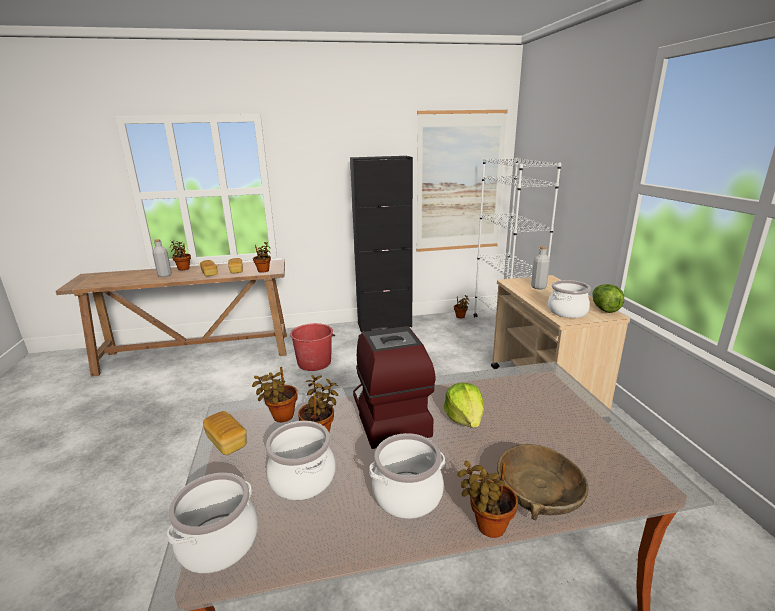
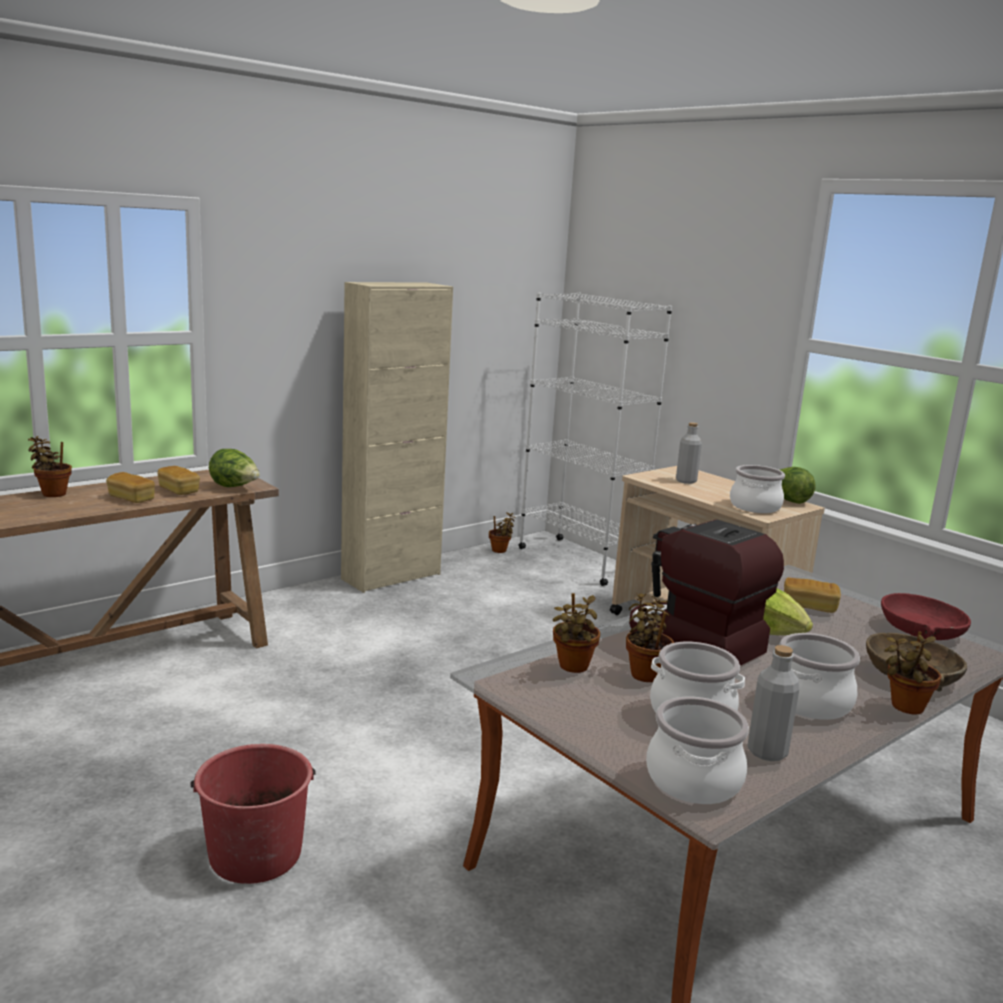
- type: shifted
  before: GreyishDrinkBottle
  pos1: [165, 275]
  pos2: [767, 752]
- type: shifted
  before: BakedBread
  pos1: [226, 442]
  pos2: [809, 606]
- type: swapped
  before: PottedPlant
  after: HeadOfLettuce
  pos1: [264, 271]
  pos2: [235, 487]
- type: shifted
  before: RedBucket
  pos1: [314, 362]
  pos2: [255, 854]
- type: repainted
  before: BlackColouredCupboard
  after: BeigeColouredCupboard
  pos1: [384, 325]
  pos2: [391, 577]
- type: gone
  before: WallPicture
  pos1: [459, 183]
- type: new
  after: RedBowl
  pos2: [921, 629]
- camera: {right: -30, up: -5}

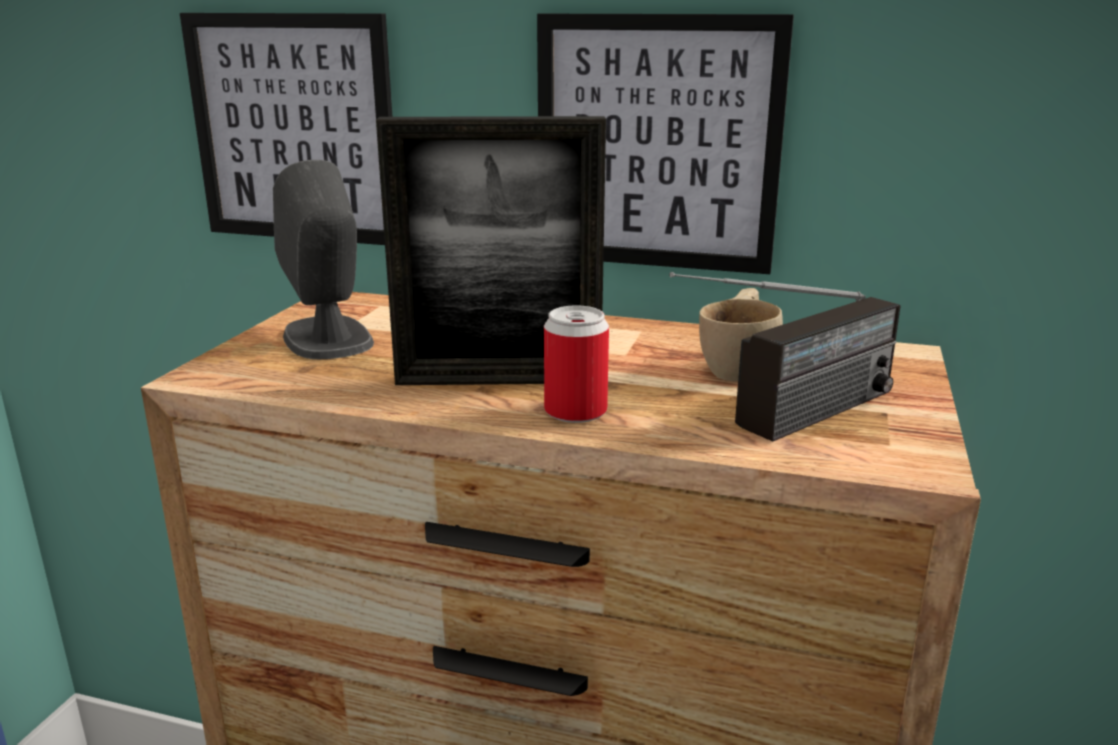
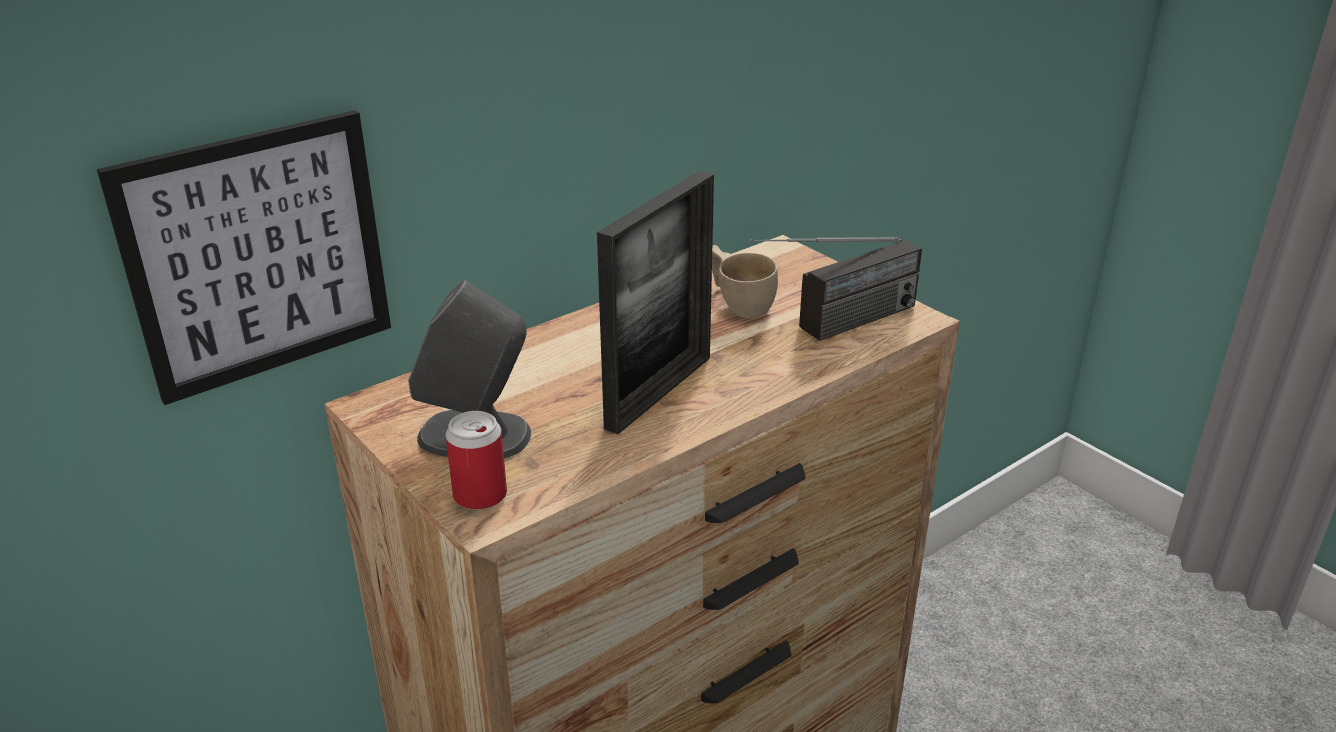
- type: gone
  before: WallPicture
  pos1: [657, 144]
- type: shifted
  before: Can
  pos1: [575, 412]
  pos2: [480, 495]
- type: rotated
  before: RadioReceiver
  pos1: [786, 423]
  pos2: [833, 328]
  turn: 60
- camera: {right: -55, up: 10}

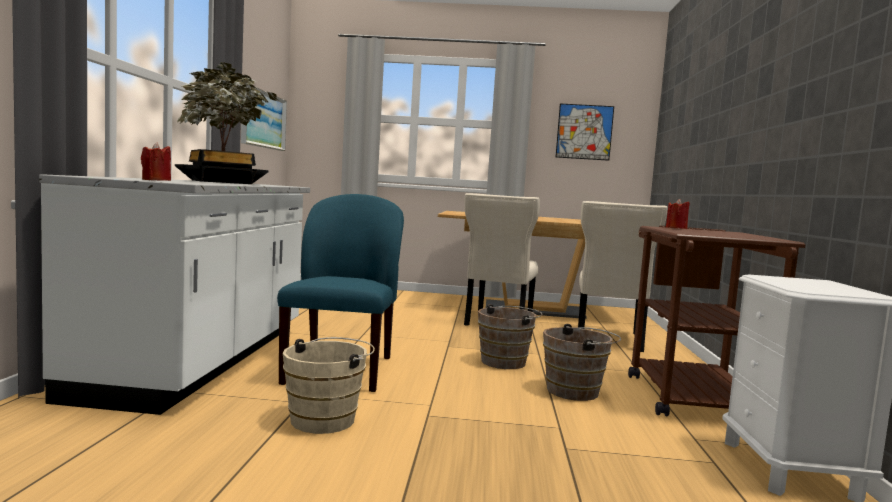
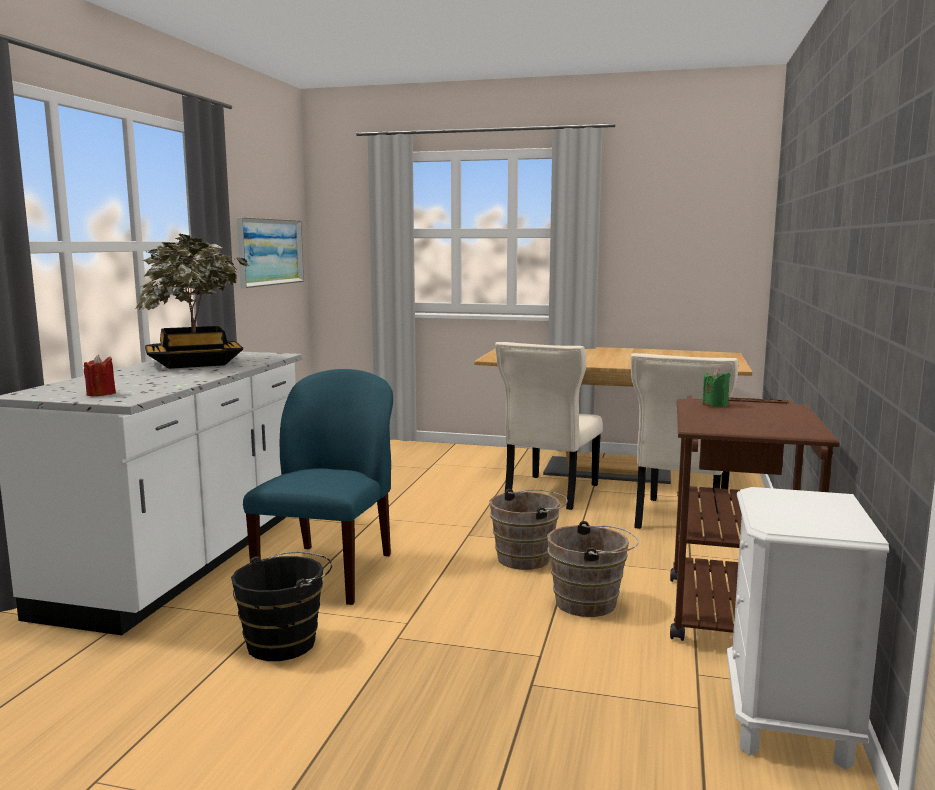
- type: repainted
  before: BeigeColouredBucket
  after: BlackColouredBucket
  pos1: [327, 419]
  pos2: [287, 642]
- type: gone
  before: WallPicture
  pos1: [584, 132]
- type: repainted
  before: RedWaxLight
  after: GreenishWaxLight
  pos1: [676, 228]
  pos2: [715, 405]
- camera: {right: 10, up: 5}

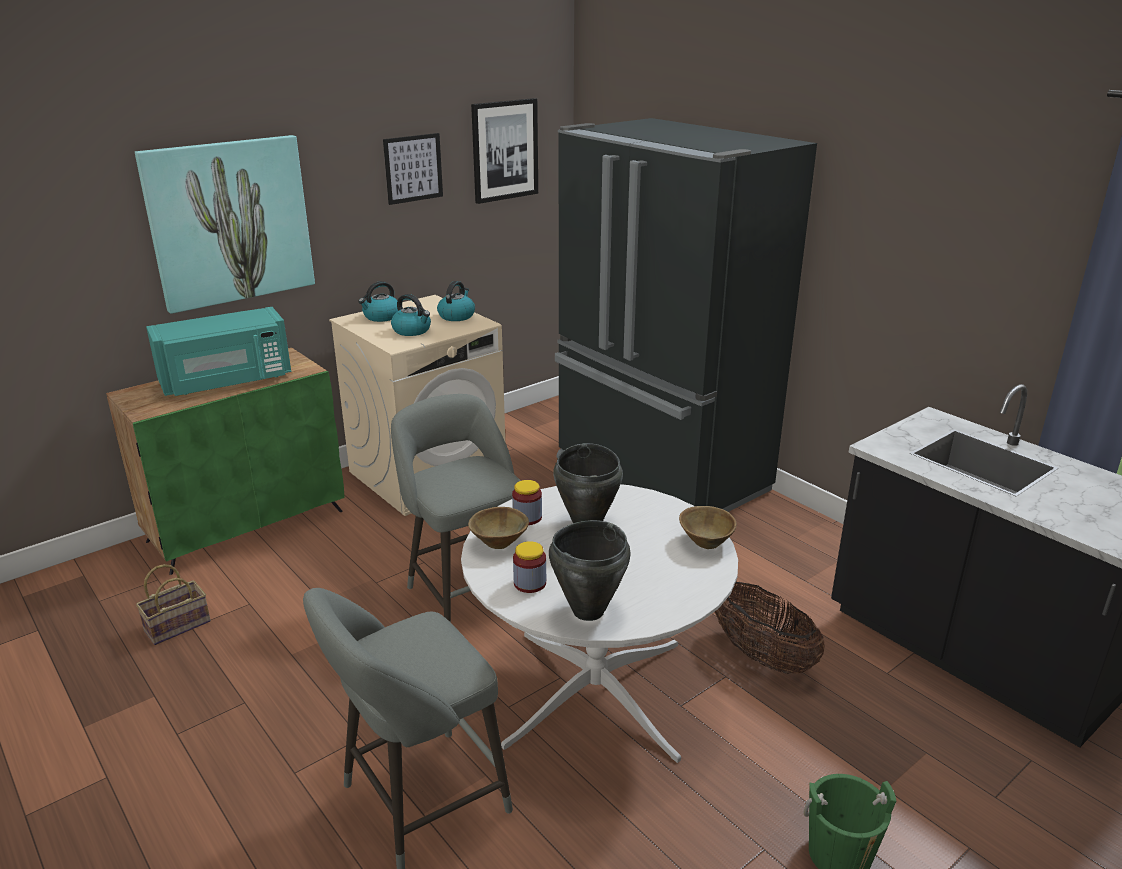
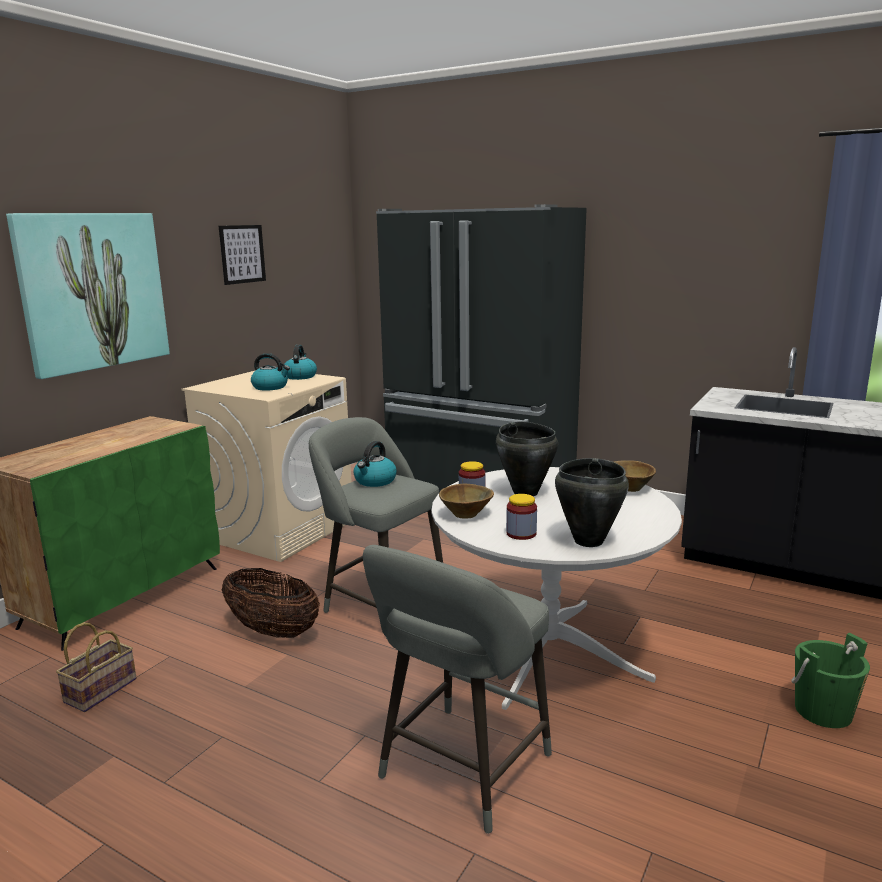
- type: gone
  before: TurquoiseColouredMicrowaveOven
  pos1: [227, 381]
- type: shifted
  before: TeaKettle
  pos1: [381, 317]
  pos2: [375, 481]
- type: gone
  before: WallPicture
  pos1: [504, 150]
- type: shifted
  before: StorageBasket
  pos1: [762, 656]
  pos2: [272, 631]
- camera: {right: -20, up: -10}

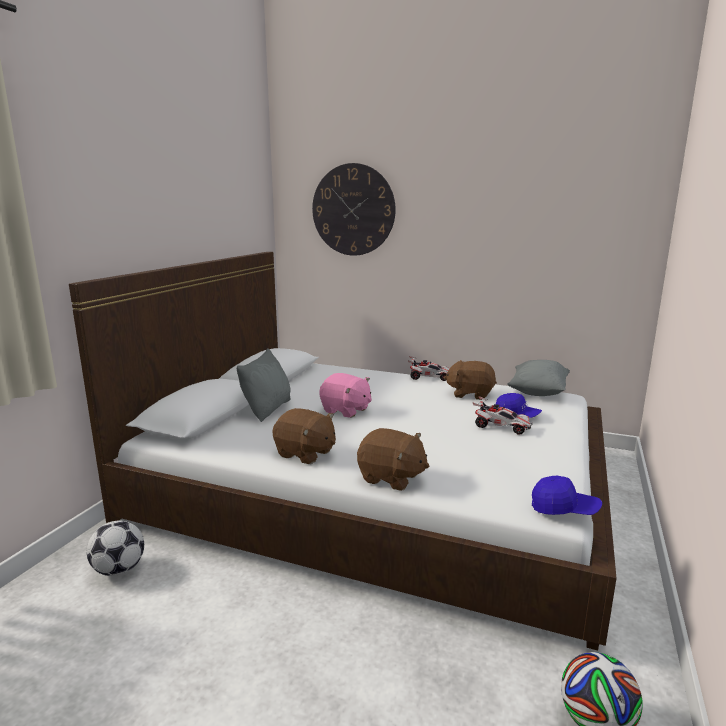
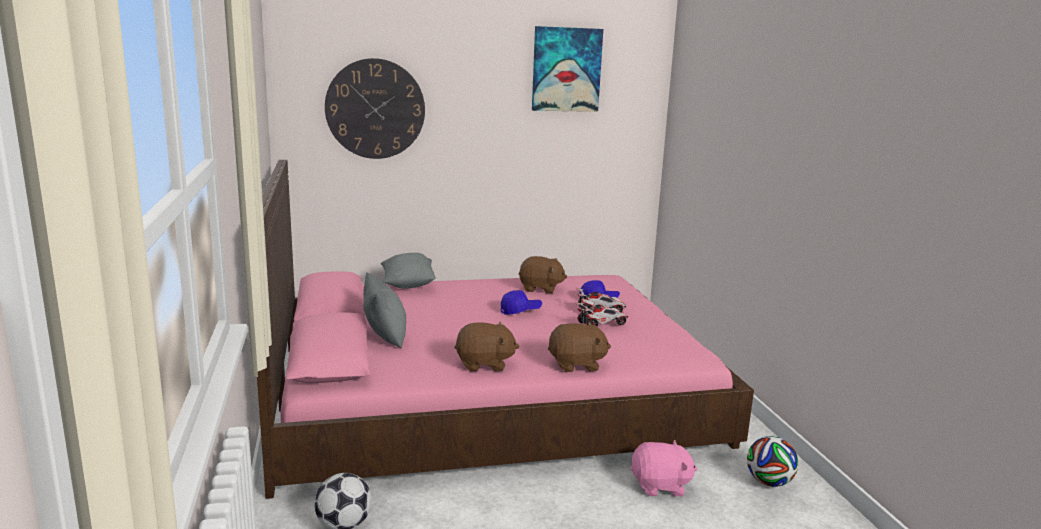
- type: repainted
  before: WhiteColouredBedroomBed
  after: PinkColouredBedroomBed
  pos1: [376, 487]
  pos2: [488, 393]
- type: shifted
  before: PinkColouredCuddlyToy
  pos1: [346, 410]
  pos2: [660, 486]
- type: shifted
  before: MiniatureCar
  pos1: [429, 377]
  pos2: [601, 324]
- type: rotated
  before: BrownCuddlyToy
  pos1: [470, 394]
  pos2: [540, 288]
  turn: -150
- type: shifted
  before: GreyishPillow
  pos1: [537, 392]
  pos2: [408, 285]
- type: shifted
  before: BlueColouredCap
  pos1: [564, 509]
  pos2: [520, 311]
- type: new
  after: WallPicture
  pos2: [566, 69]
- camera: {right: -35, up: 0}

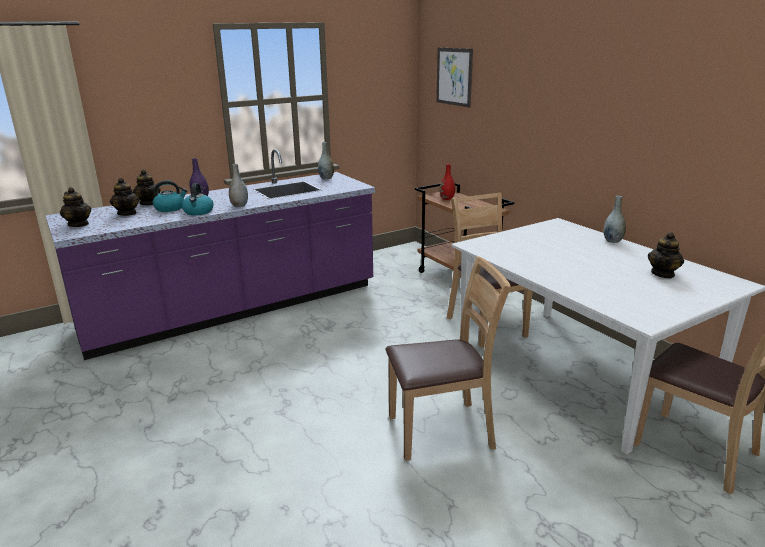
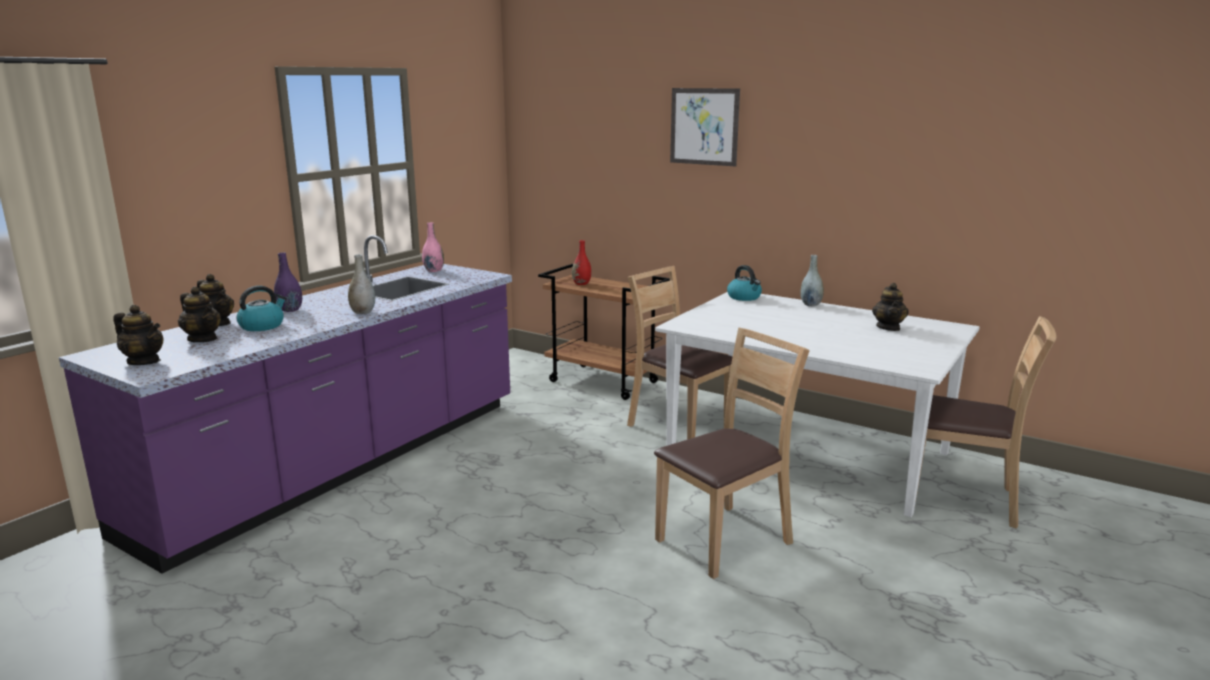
- type: shifted
  before: TeaKettle
  pos1: [198, 212]
  pos2: [744, 297]
- type: repainted
  before: GreyishFlowerVase
  after: PinkColouredFlowerVase
  pos1: [326, 178]
  pos2: [434, 270]
- type: shifted
  before: WallPicture
  pos1: [454, 76]
  pos2: [704, 126]
- camera: {right: -25, up: -5}

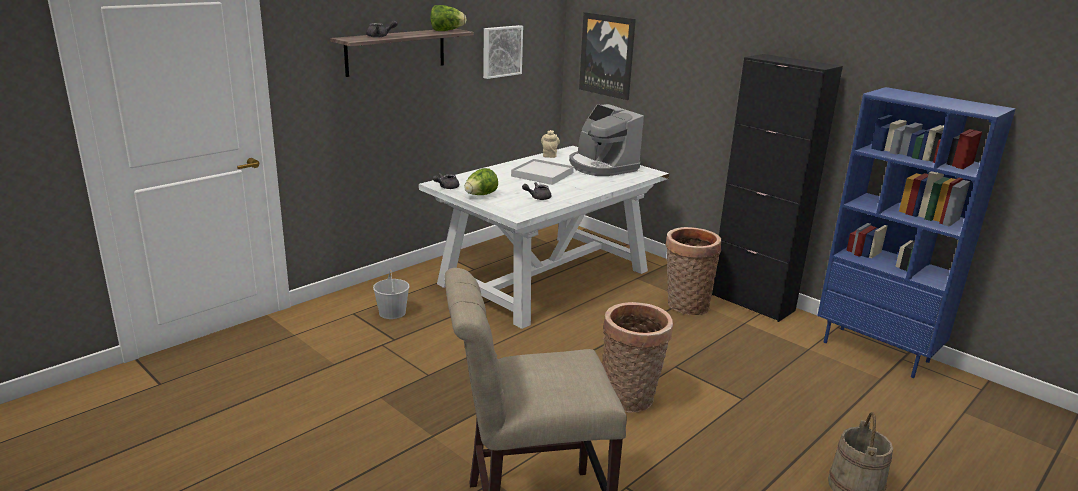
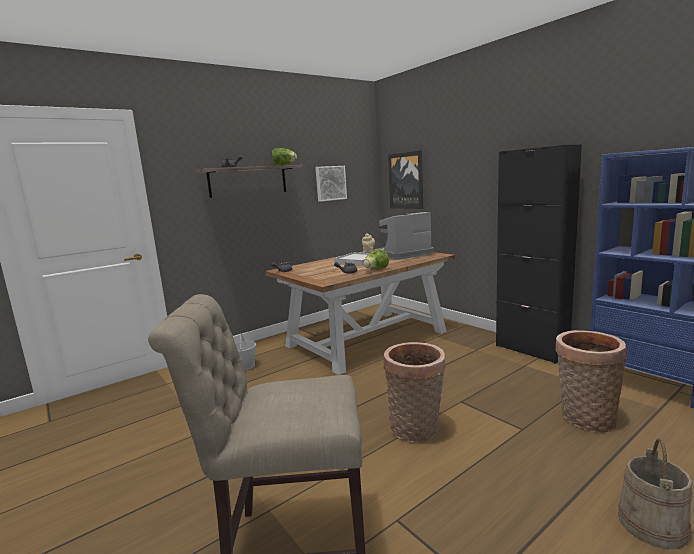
- type: repainted
  before: WhiteColouredDiningTable
  after: BrownDiningTable
  pos1: [544, 277]
  pos2: [366, 339]
- type: shifted
  before: HeadOfLettuce
  pos1: [480, 195]
  pos2: [376, 270]
- type: rotated
  before: CoffeeMachine
  pos1: [601, 166]
  pos2: [404, 254]
  turn: 90
- type: shifted
  before: StorageBasket
  pos1: [685, 305]
  pos2: [584, 418]
- camera: {right: 10, up: -10}

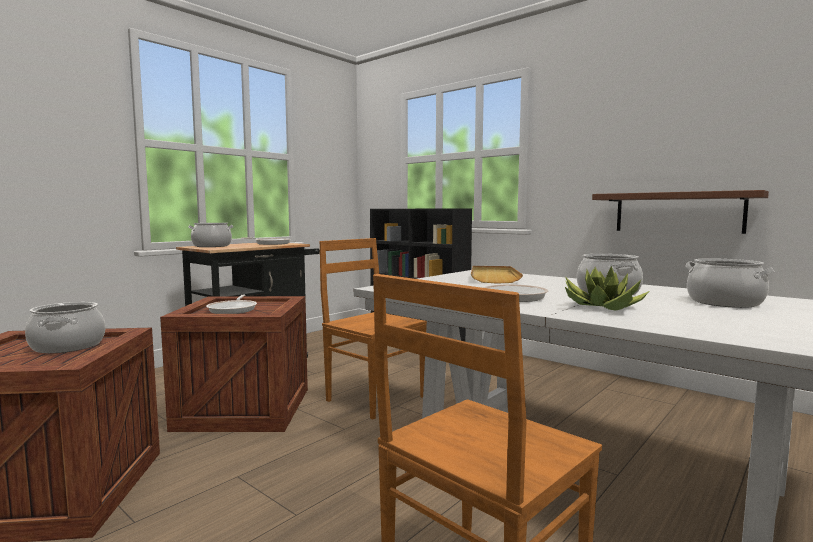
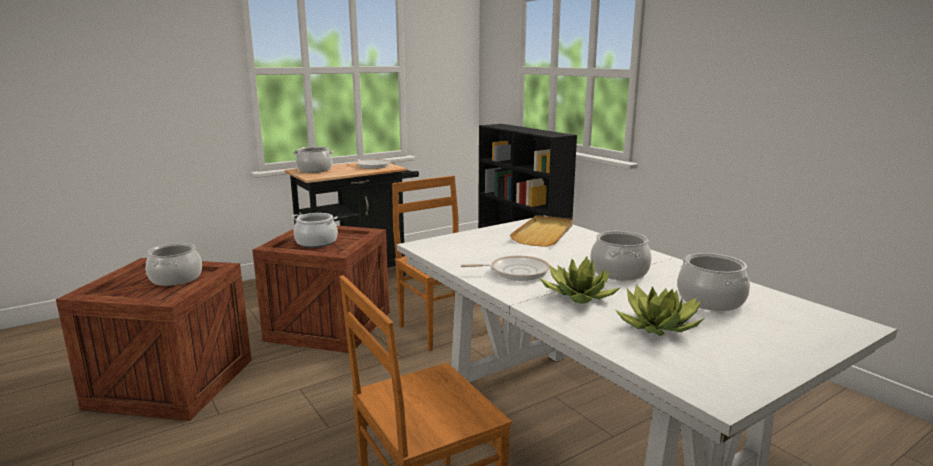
- type: swapped
  before: FryingPan
  after: Stockpot
  pos1: [233, 309]
  pos2: [316, 242]
- type: gone
  before: BrownShelf
  pos1: [677, 212]
- type: new
  after: PottedPlant
  pos2: [658, 326]
- camera: {right: 15, up: 10}

